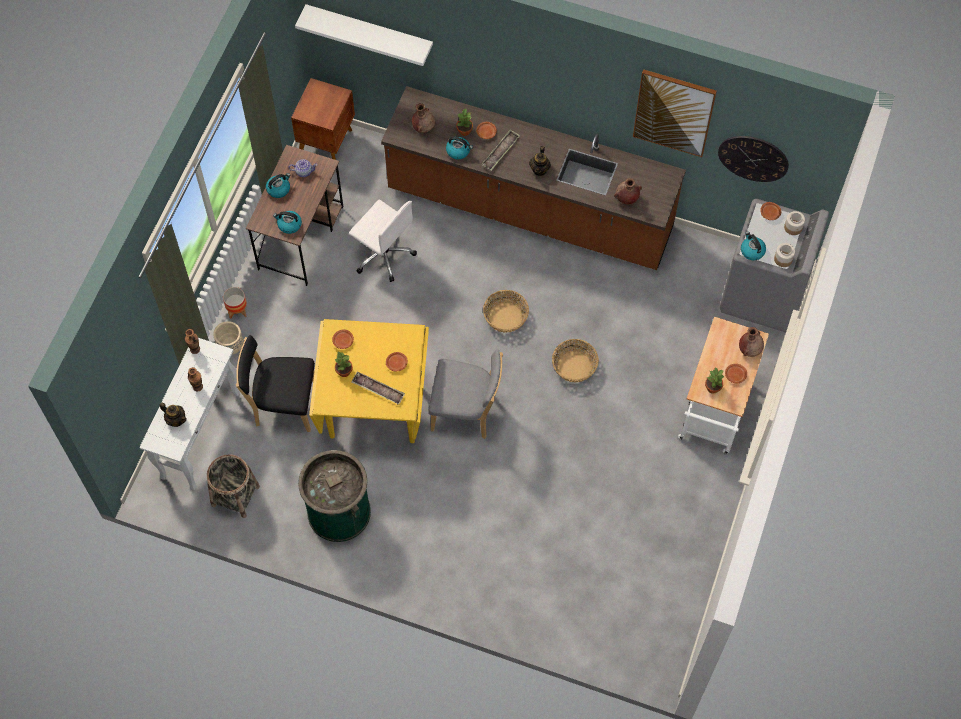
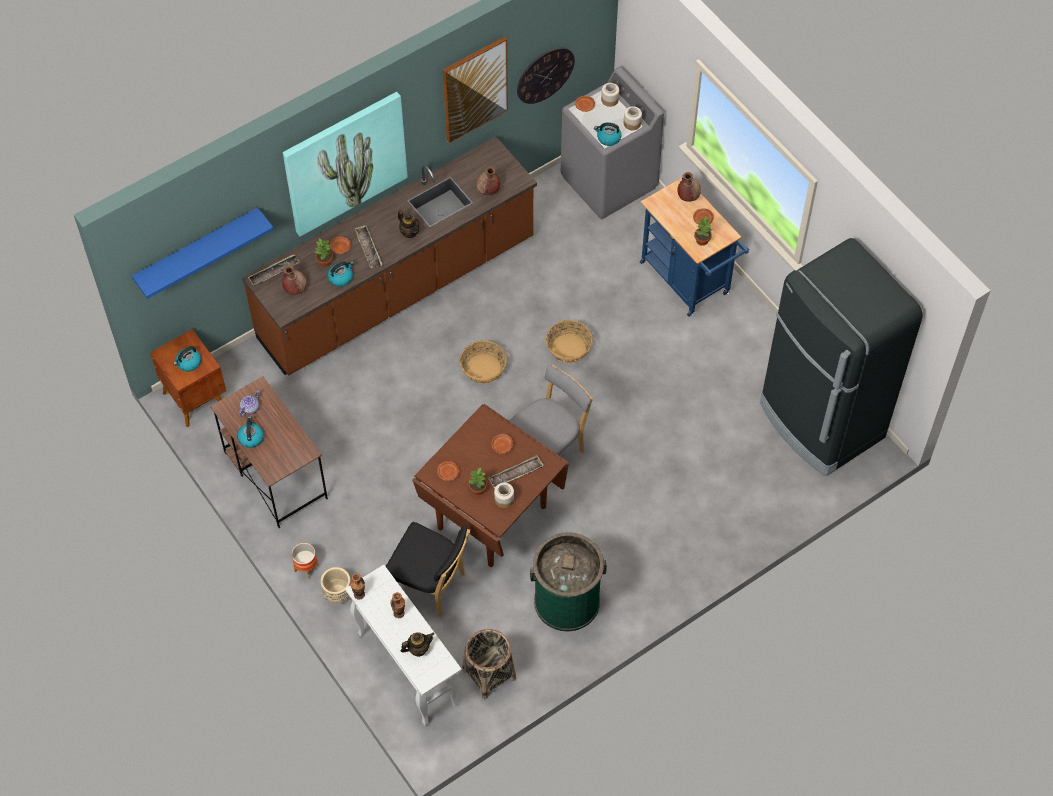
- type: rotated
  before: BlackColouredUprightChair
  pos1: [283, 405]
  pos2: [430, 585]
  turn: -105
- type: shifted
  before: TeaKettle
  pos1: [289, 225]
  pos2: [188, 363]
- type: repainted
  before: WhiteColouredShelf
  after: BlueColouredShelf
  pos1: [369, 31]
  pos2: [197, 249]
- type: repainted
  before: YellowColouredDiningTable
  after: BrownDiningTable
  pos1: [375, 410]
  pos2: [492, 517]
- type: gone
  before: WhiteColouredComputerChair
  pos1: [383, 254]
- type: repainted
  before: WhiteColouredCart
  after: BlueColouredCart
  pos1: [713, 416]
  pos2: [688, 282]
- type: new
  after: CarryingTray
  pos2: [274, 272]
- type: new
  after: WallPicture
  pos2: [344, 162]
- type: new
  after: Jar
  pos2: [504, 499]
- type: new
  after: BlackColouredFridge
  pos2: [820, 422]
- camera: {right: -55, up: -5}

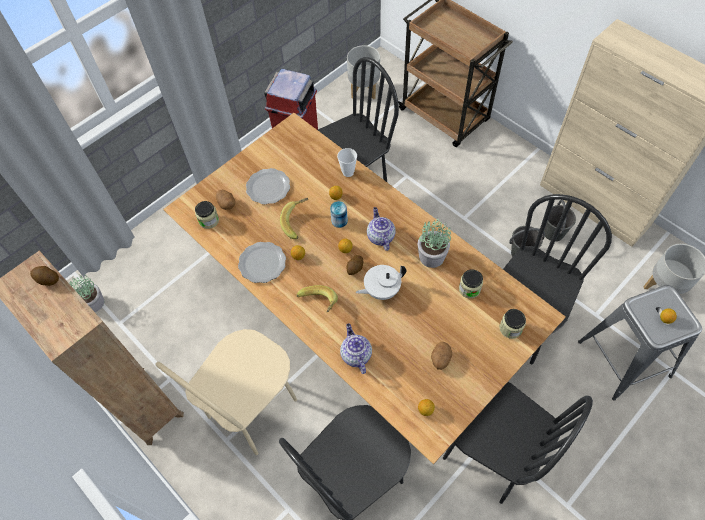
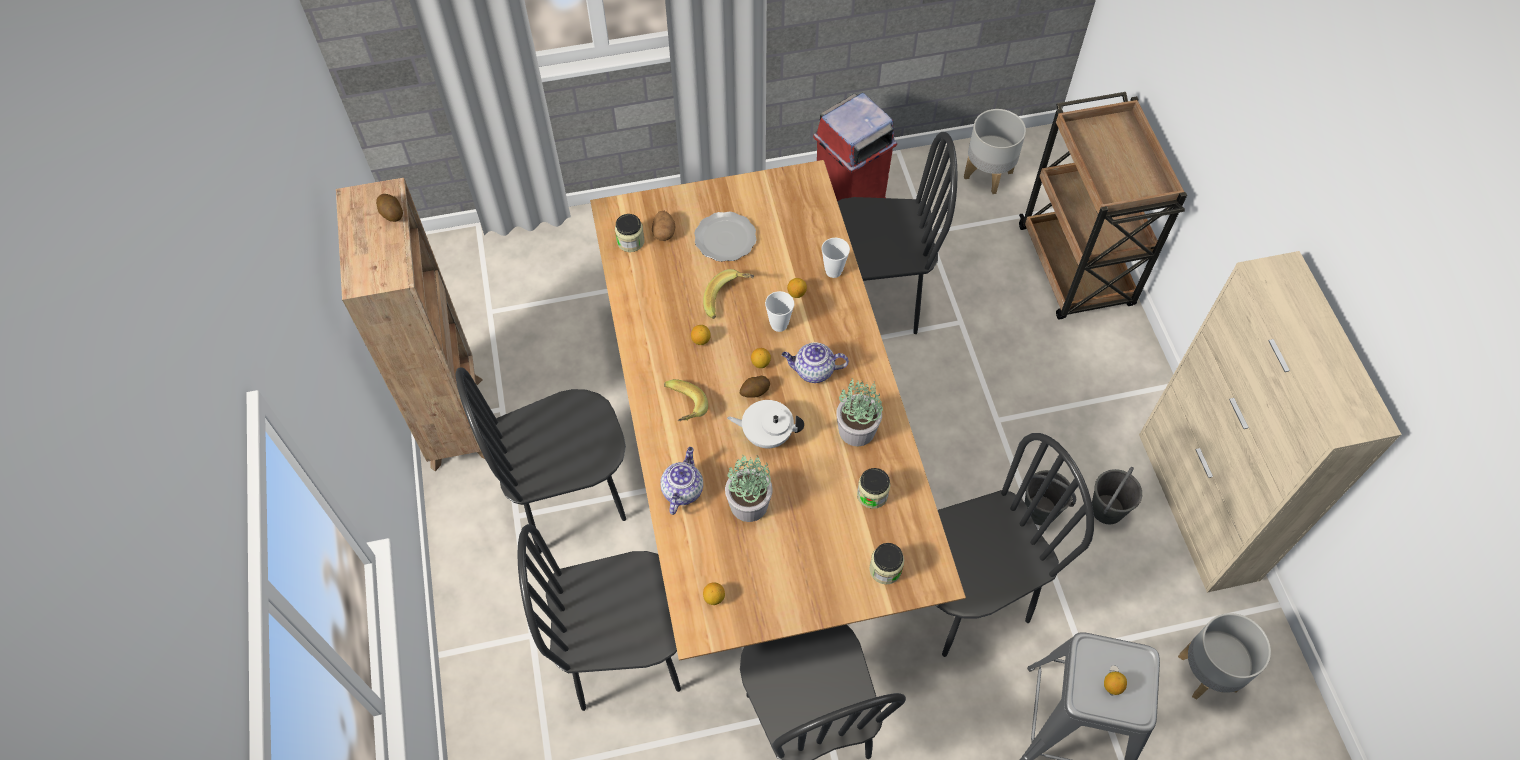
- type: shifted
  before: PottedPlant
  pos1: [94, 303]
  pos2: [749, 505]
- type: repainted
  before: BeigeColouredUprightChair
  after: BlackColouredUprightChair
  pos1: [253, 409]
  pos2: [569, 499]
- type: gone
  before: DinnerPlate
  pos1: [263, 263]
- type: swapped
  before: Can
  after: DrinkingCup
  pos1: [339, 220]
  pos2: [779, 324]
- type: rotated
  before: TeaPot
  pos1: [380, 236]
  pos2: [813, 371]
  turn: -105
- type: gone
  before: Spud
  pos1: [440, 359]
- camera: {right: 30, up: 0}

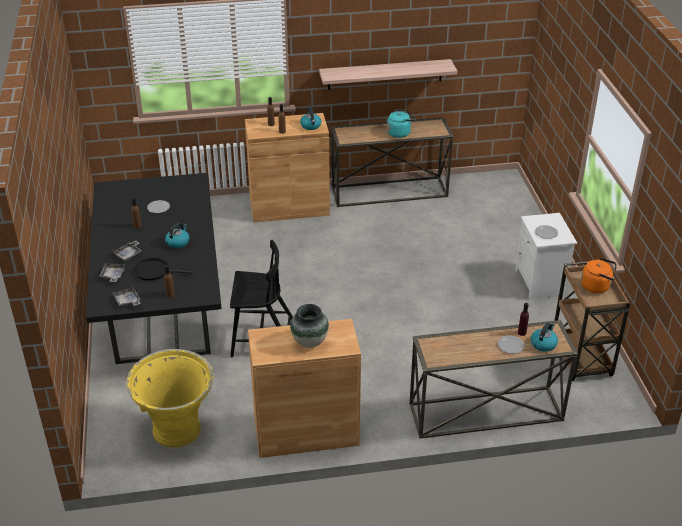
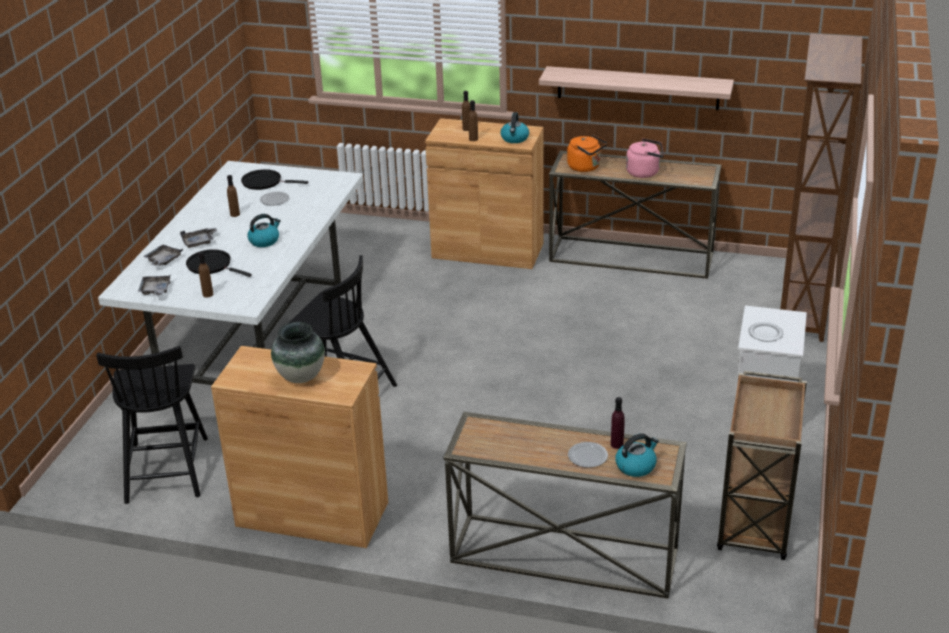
- type: repainted
  before: BlackColouredDiningTable
  after: WhiteColouredDiningTable
  pos1: [162, 306]
  pos2: [255, 327]
- type: swapped
  before: YellowColouredFlowerPot
  after: BlackColouredUprightChair
  pos1: [177, 431]
  pos2: [166, 468]
- type: repainted
  before: TurquoiseColouredTeaKettle
  after: PinkColouredTeaKettle
  pos1: [400, 133]
  pos2: [645, 172]
- type: shifted
  before: OrangeyTeaKettle
  pos1: [597, 286]
  pos2: [586, 167]
- type: new
  after: BlackColouredFryingPan
  pos2: [264, 182]
- type: new
  after: BrownBookcase
  pos2: [801, 311]
- camera: {right: 25, up: -5}

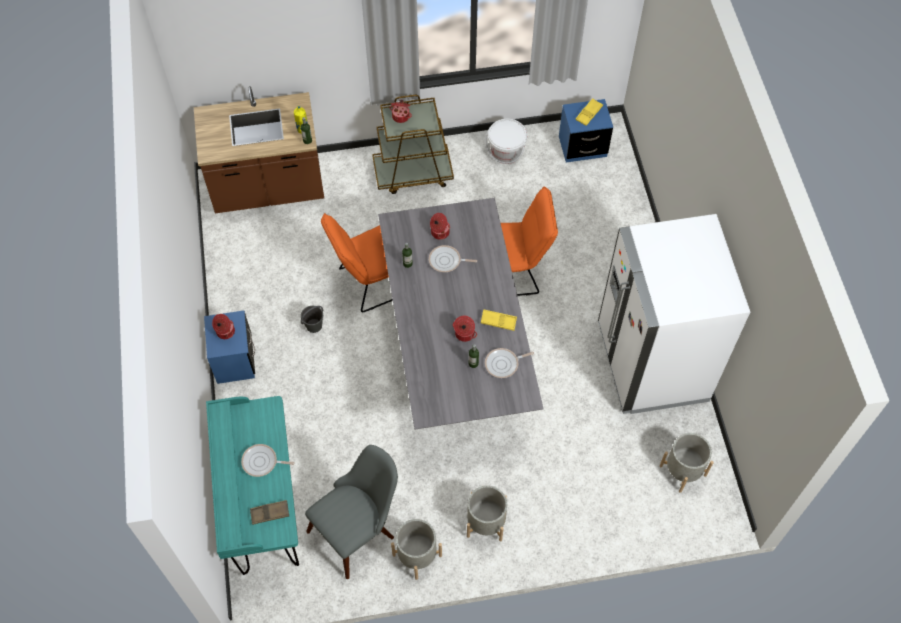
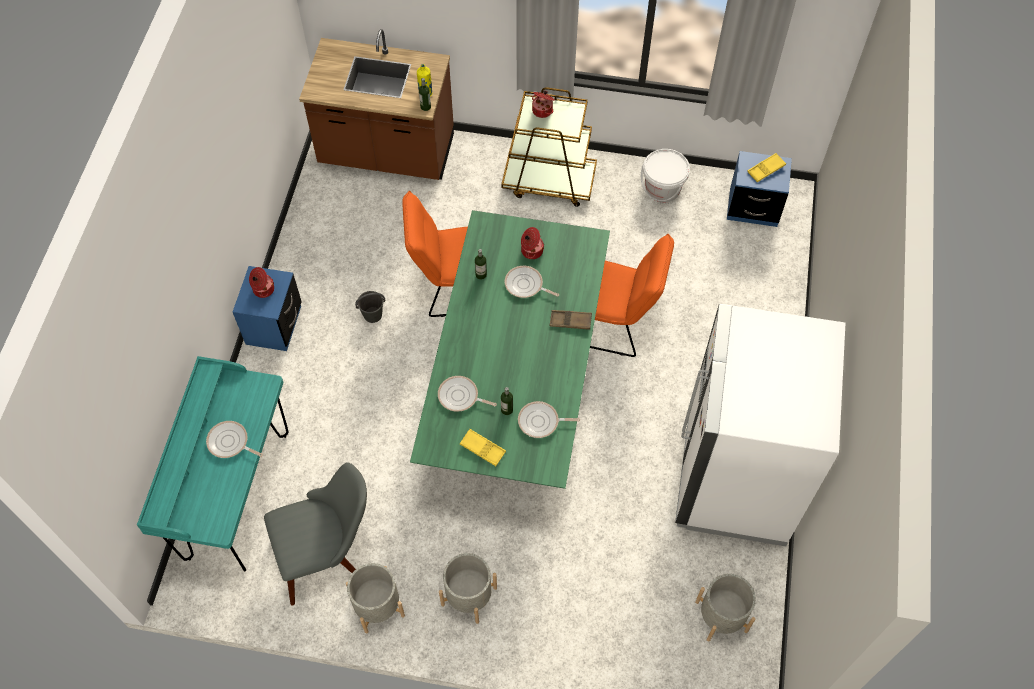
- type: shifted
  before: BrownCarryingTray
  pos1: [270, 513]
  pos2: [570, 321]
- type: repainted
  before: GreyishDiningTable
  after: GreenishDiningTable
  pos1: [456, 351]
  pos2: [515, 392]
- type: gone
  before: Stockpot
  pos1: [464, 334]
- type: shifted
  before: YellowColouredCarryingTray
  pos1: [498, 321]
  pos2: [482, 449]
- type: new
  after: FryingPan
  pos2: [460, 397]
- camera: {right: 20, up: 0}

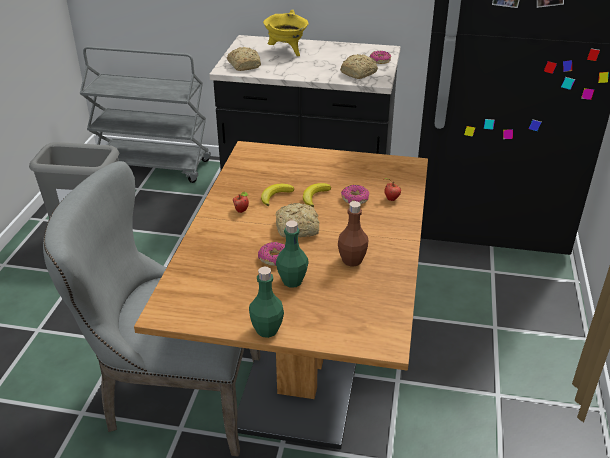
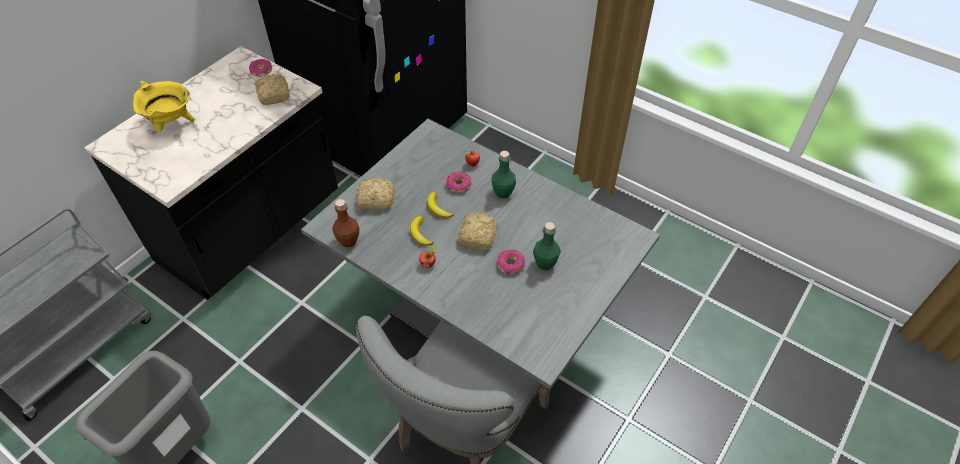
- type: repainted
  before: BrownDiningTable
  after: GreyishDiningTable
  pos1: [305, 365]
  pos2: [480, 325]
- type: shifted
  before: BakedBread
  pos1: [244, 65]
  pos2: [375, 199]
- type: shifted
  before: GreenishDrinkBottle
  pos1: [267, 330]
  pos2: [503, 193]
- type: shifted
  before: BrownDrinkBottle
  pos1: [352, 260]
  pos2: [348, 241]
- camera: {right: -65, up: 15}

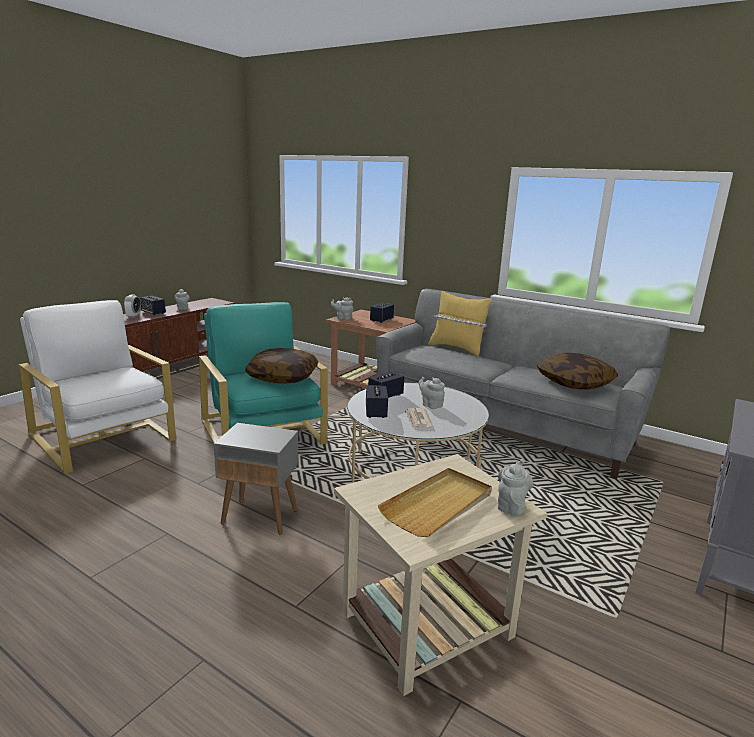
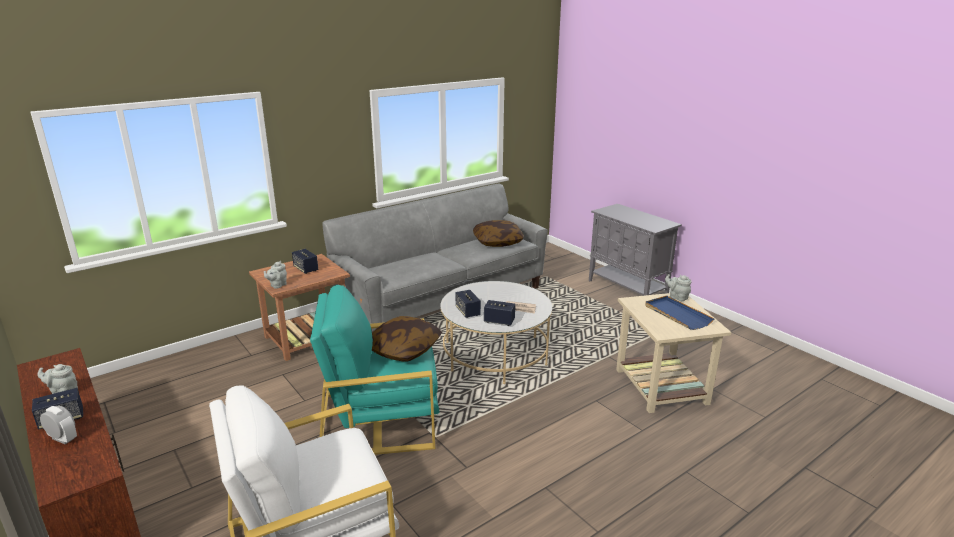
- type: gone
  before: GreyishSideTable
  pos1: [260, 516]
- type: repainted
  before: BeigeColouredCarryingTray
  after: BlueColouredCarryingTray
  pos1: [438, 505]
  pos2: [677, 314]
- type: gone
  before: GreyishTeaPot
  pos1: [431, 405]
- type: gone
  before: YellowColouredPillow
  pos1: [457, 348]
- camera: {right: -70, up: 5}

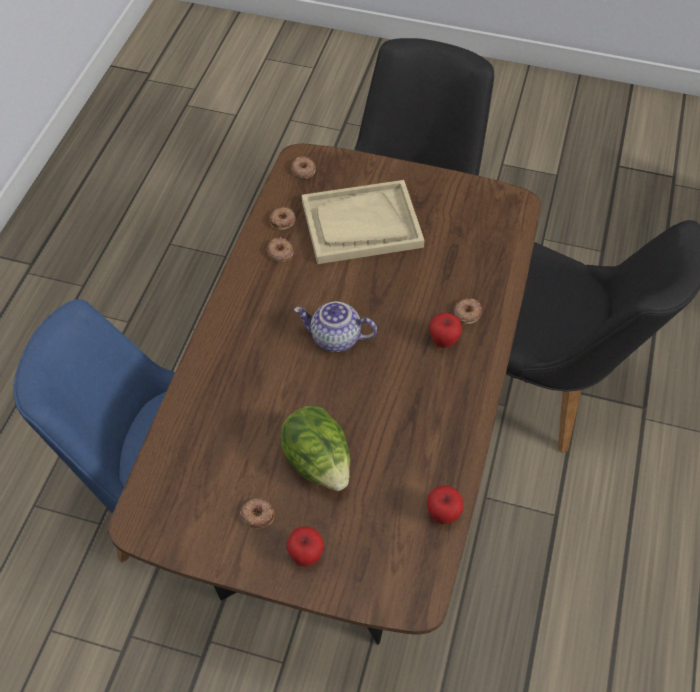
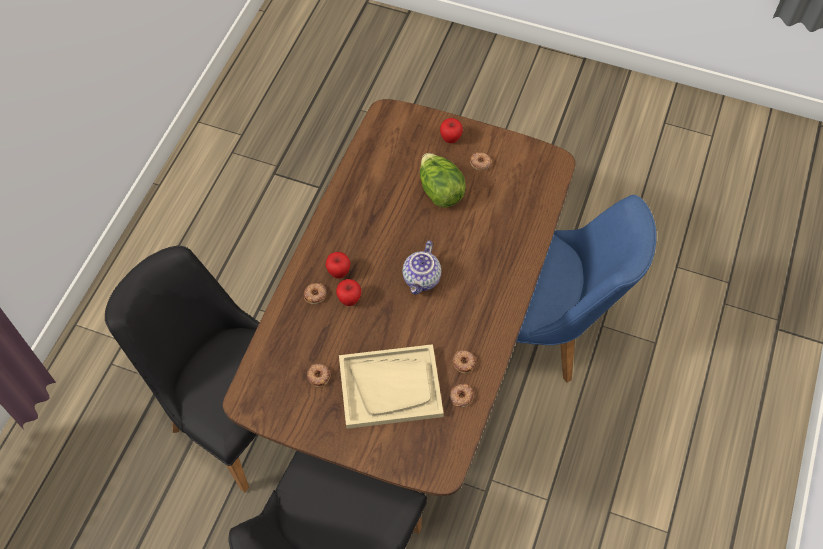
- type: shifted
  before: RingDoughnut
  pos1: [303, 170]
  pos2: [319, 376]
- type: rotated
  before: TeaPot
  pos1: [335, 339]
  pos2: [422, 279]
  turn: 90
- type: shifted
  before: Apple
  pos1: [443, 514]
  pos2: [349, 300]
- camera: {right: -175, up: 5}

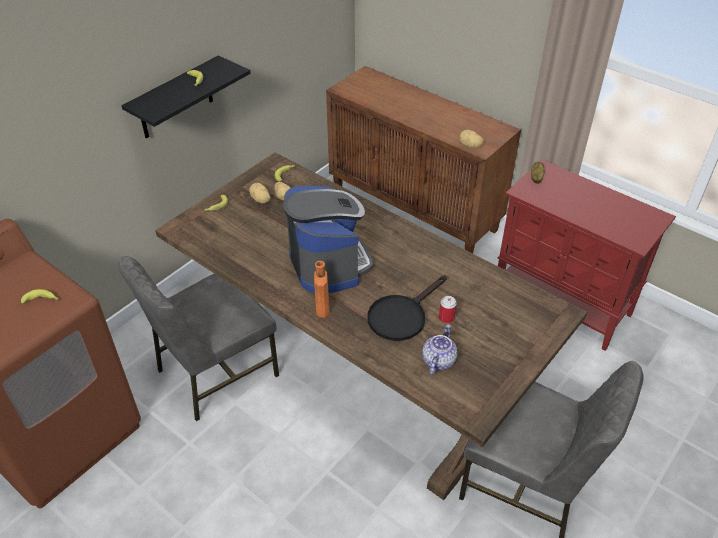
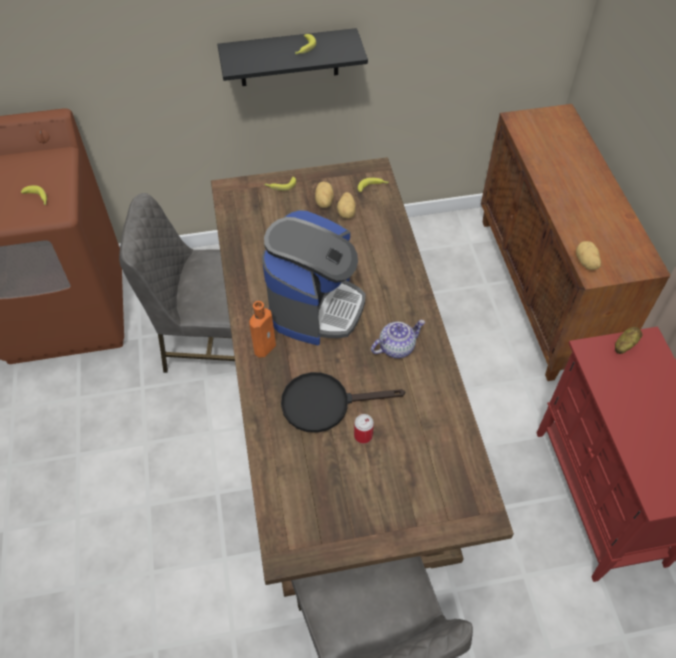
- type: shifted
  before: TeaPot
  pos1: [438, 360]
  pos2: [396, 347]
- camera: {right: 40, up: 10}

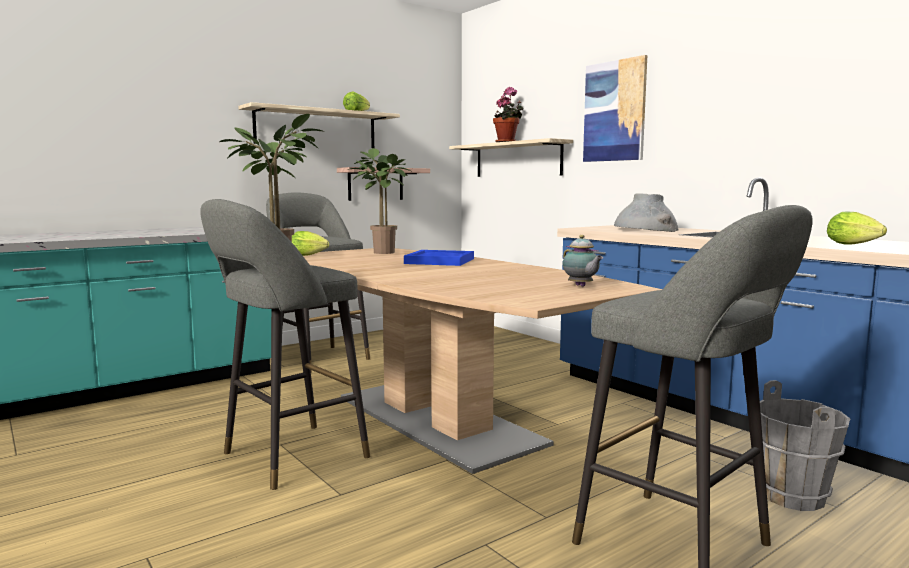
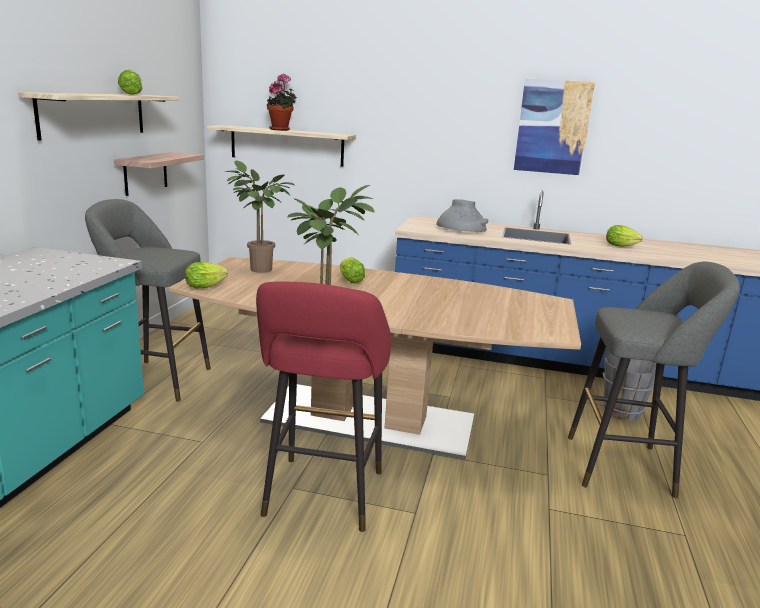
- type: repainted
  before: GreyishSittingStool
  after: RedSittingStool
  pos1: [288, 457]
  pos2: [322, 497]
- type: swapped
  before: BlueColouredCarryingTray
  after: HeadOfLettuce
  pos1: [438, 261]
  pos2: [349, 280]
- type: gone
  before: TeaPot
  pos1: [581, 286]
- type: shifted
  before: WallPicture
  pos1: [614, 111]
  pos2: [552, 127]
- camera: {right: -40, up: 10}

